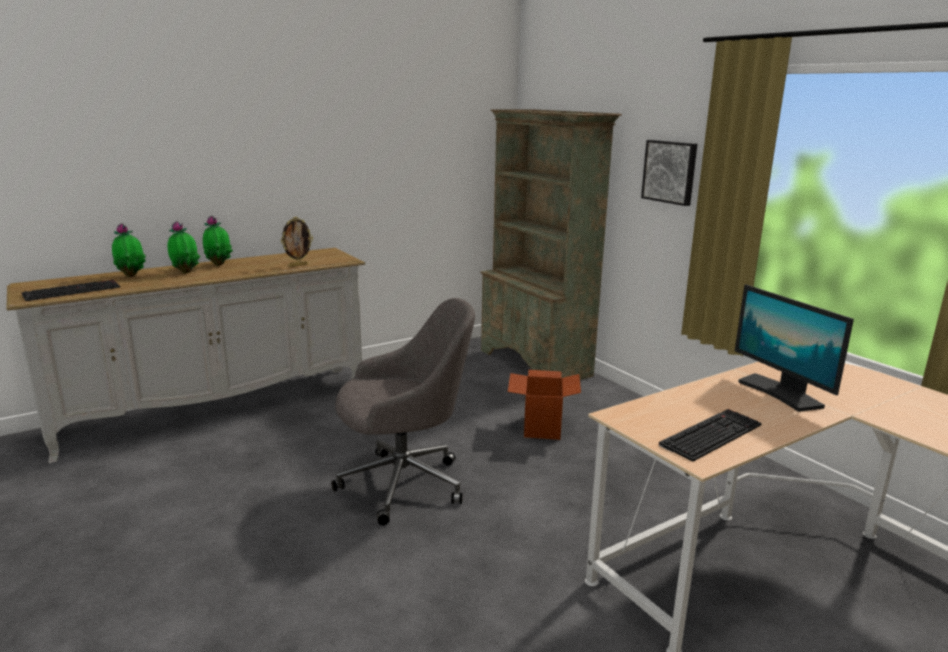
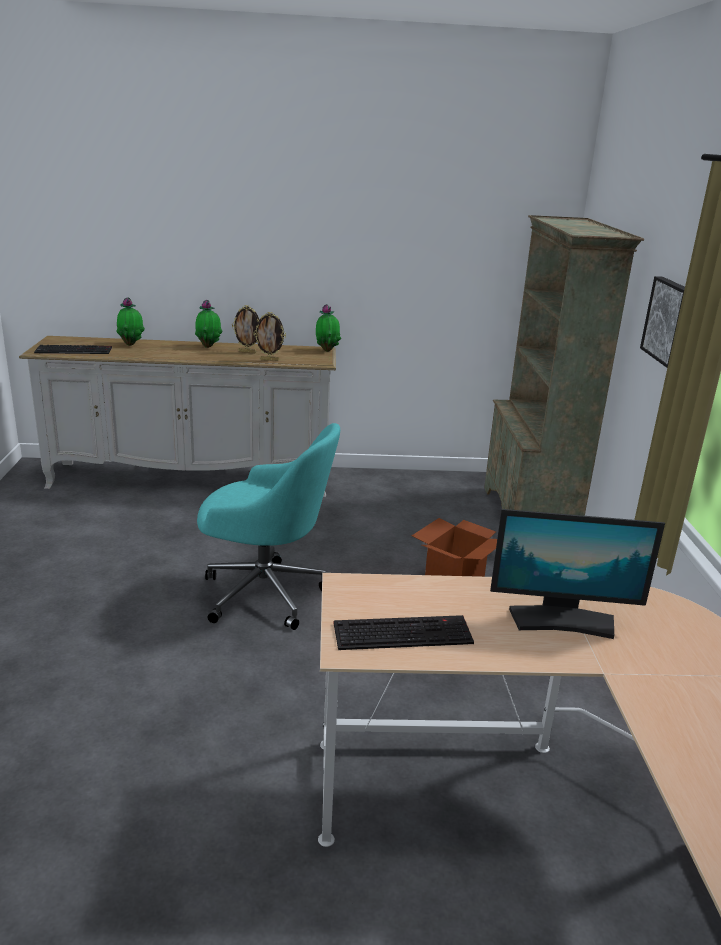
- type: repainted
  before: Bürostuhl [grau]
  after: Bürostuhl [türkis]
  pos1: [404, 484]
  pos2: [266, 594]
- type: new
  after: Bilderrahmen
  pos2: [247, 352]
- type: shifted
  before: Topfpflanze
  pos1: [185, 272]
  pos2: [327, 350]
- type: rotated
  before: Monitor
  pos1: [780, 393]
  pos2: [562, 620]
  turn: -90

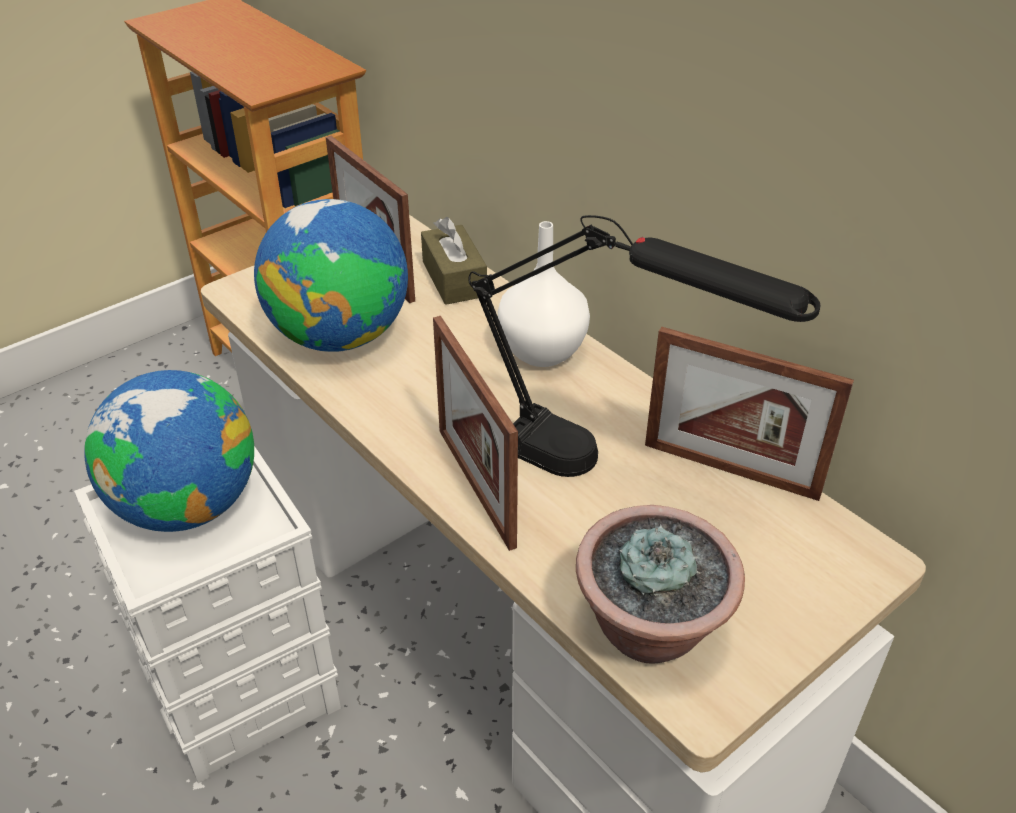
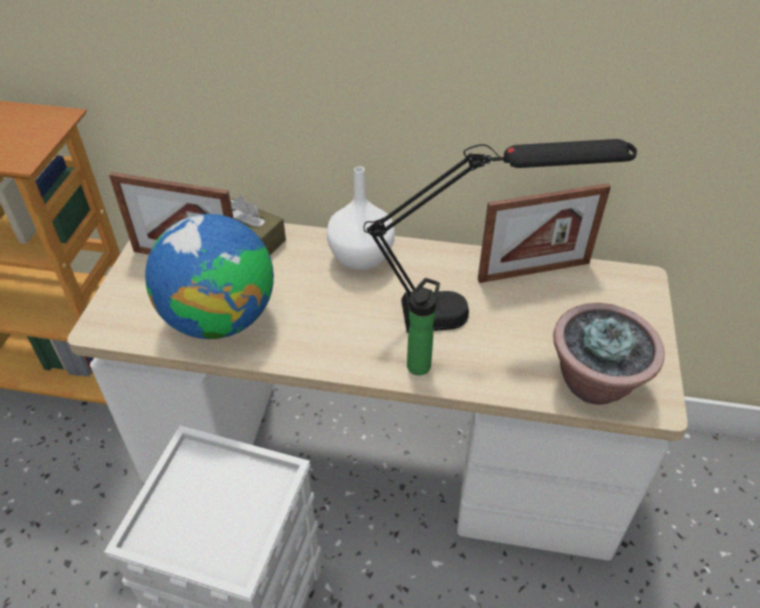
- type: swapped
  before: Bilderrahmen
  after: Flasche
  pos1: [475, 486]
  pos2: [420, 363]
- type: gone
  before: Globus
  pos1: [187, 506]

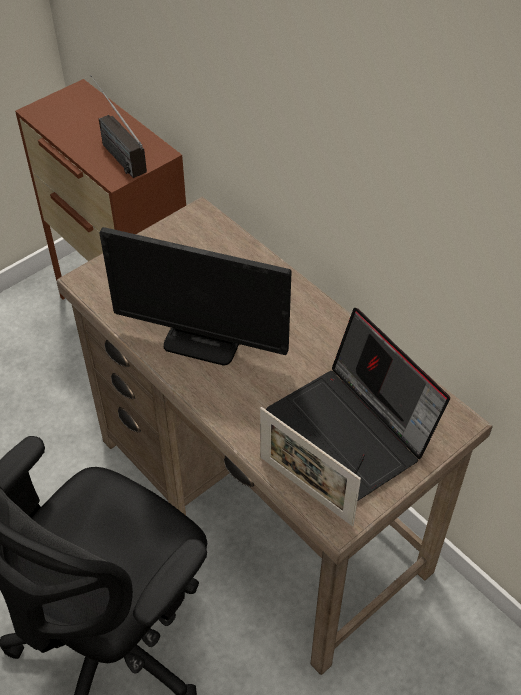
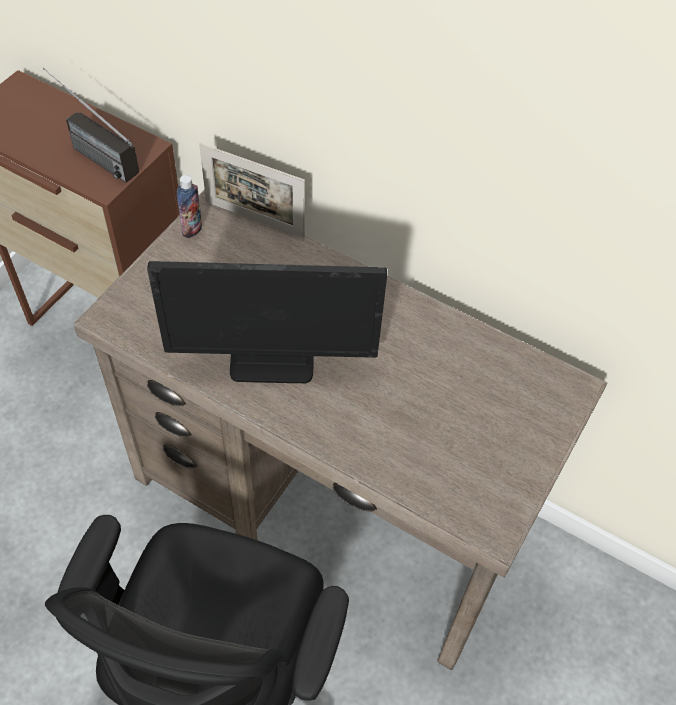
- type: new
  after: Flasche
  pos2: [192, 229]
- type: shifted
  before: Bilderrahmen
  pos1: [305, 490]
  pos2: [254, 219]
- type: gone
  before: Laptop
  pos1: [352, 431]

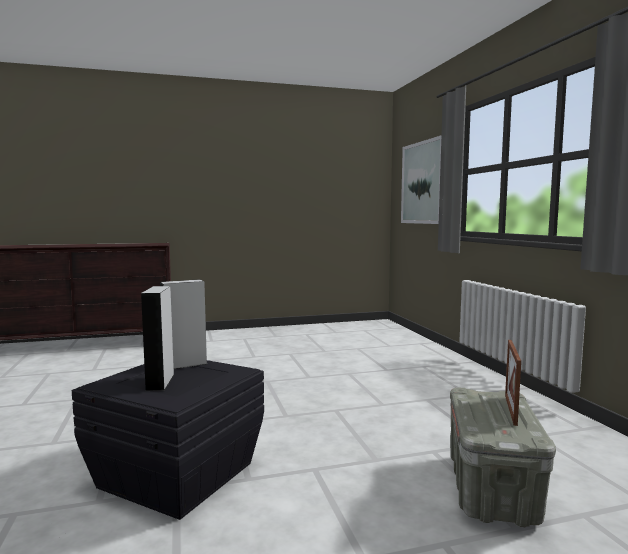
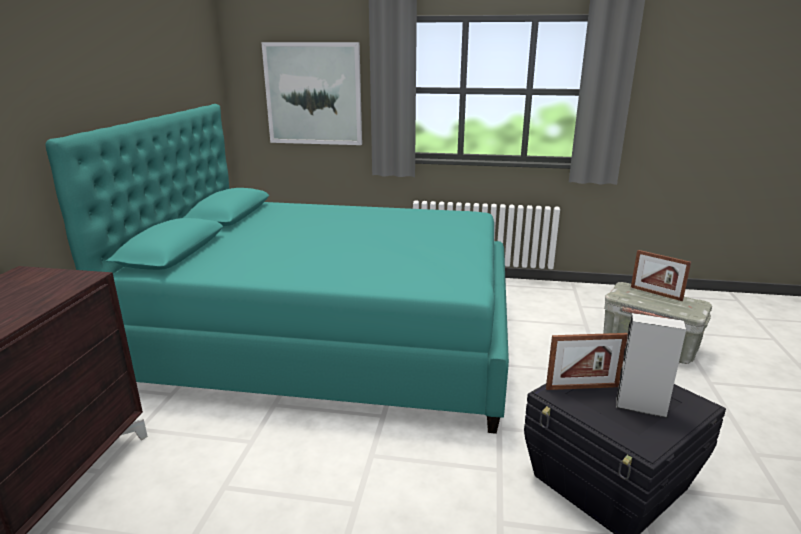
- type: new
  after: Bett [türkis]
  pos2: [332, 337]
- type: swapped
  before: Lautsprecher [grau]
  after: Bilderrahmen
  pos1: [185, 365]
  pos2: [582, 387]

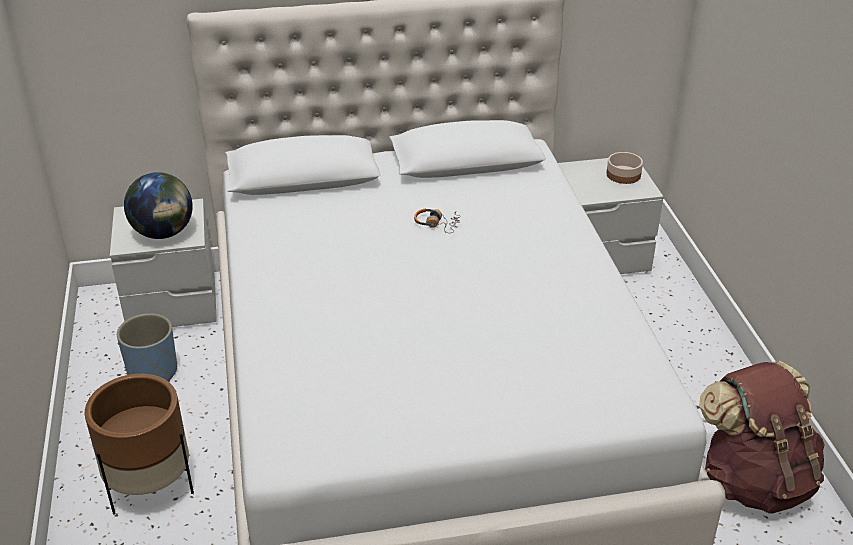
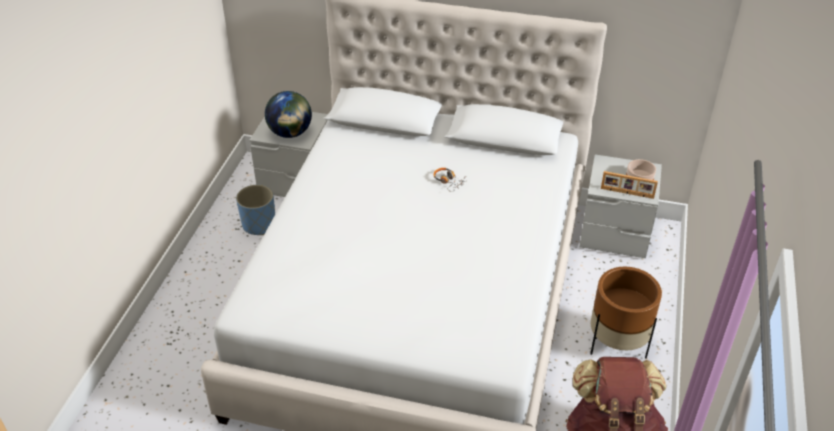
- type: shifted
  before: Pflanzkübel [braun]
  pos1: [151, 487]
  pos2: [617, 344]
- type: new
  after: Bilderrahmen
  pos2: [627, 193]

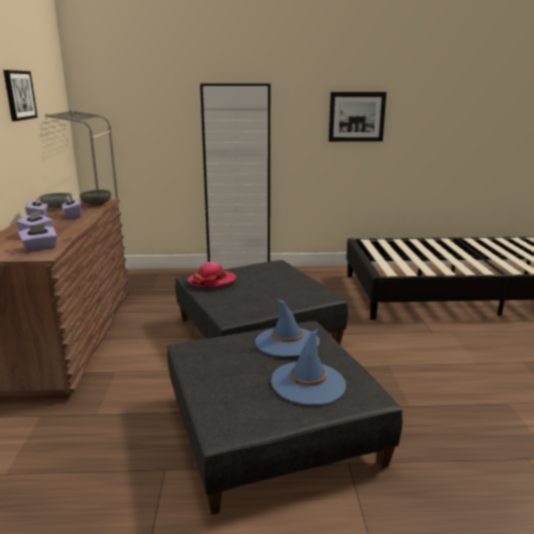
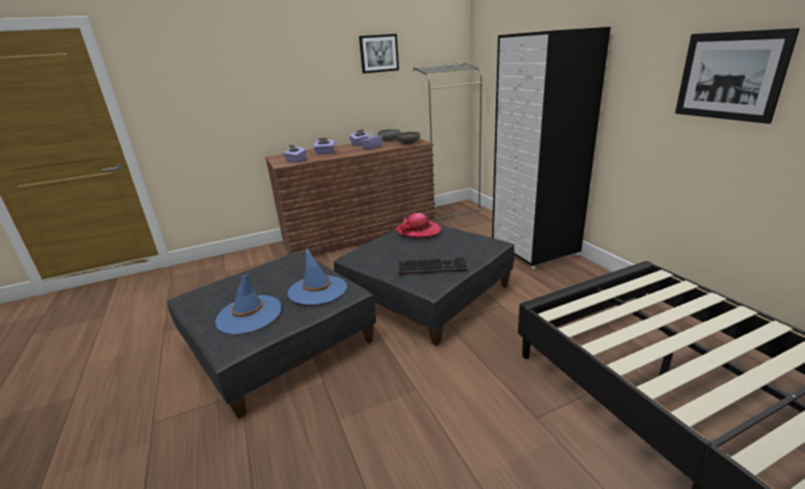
- type: new
  after: Tastatur
  pos2: [433, 267]

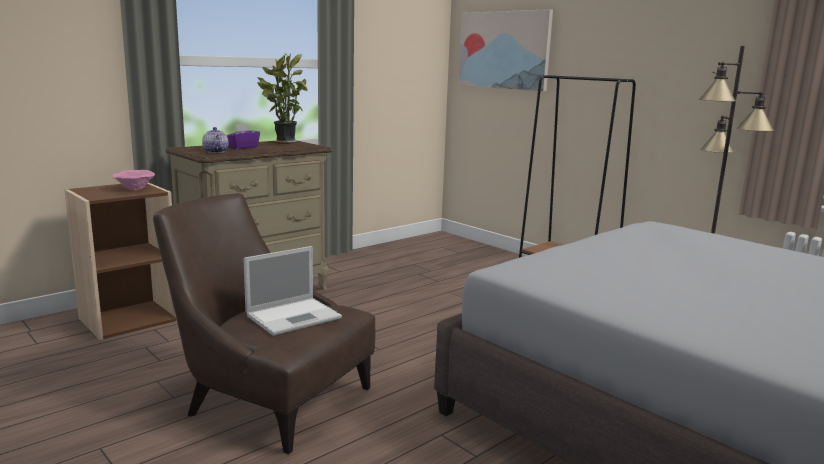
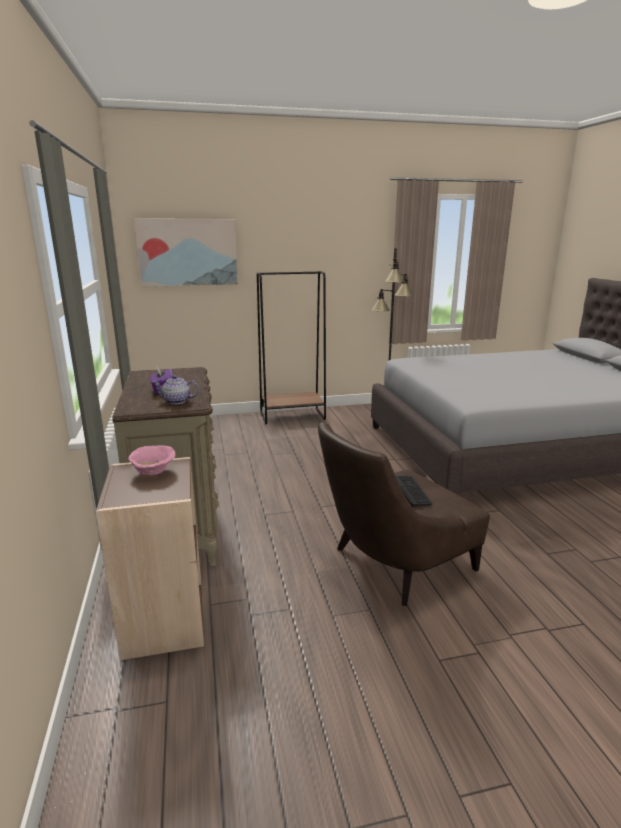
- type: swapped
  before: Laptop
  after: Tastatur
  pos1: [295, 316]
  pos2: [412, 491]
- type: gone
  before: Topfpflanze
  pos1: [283, 142]

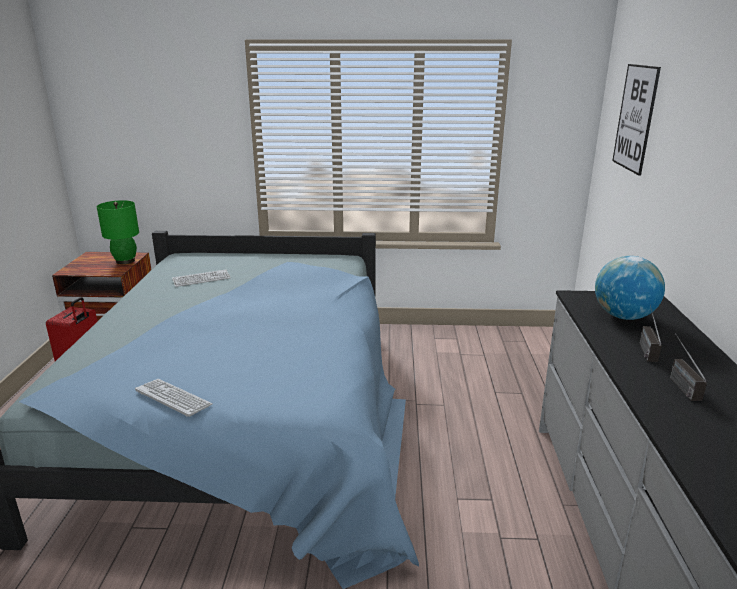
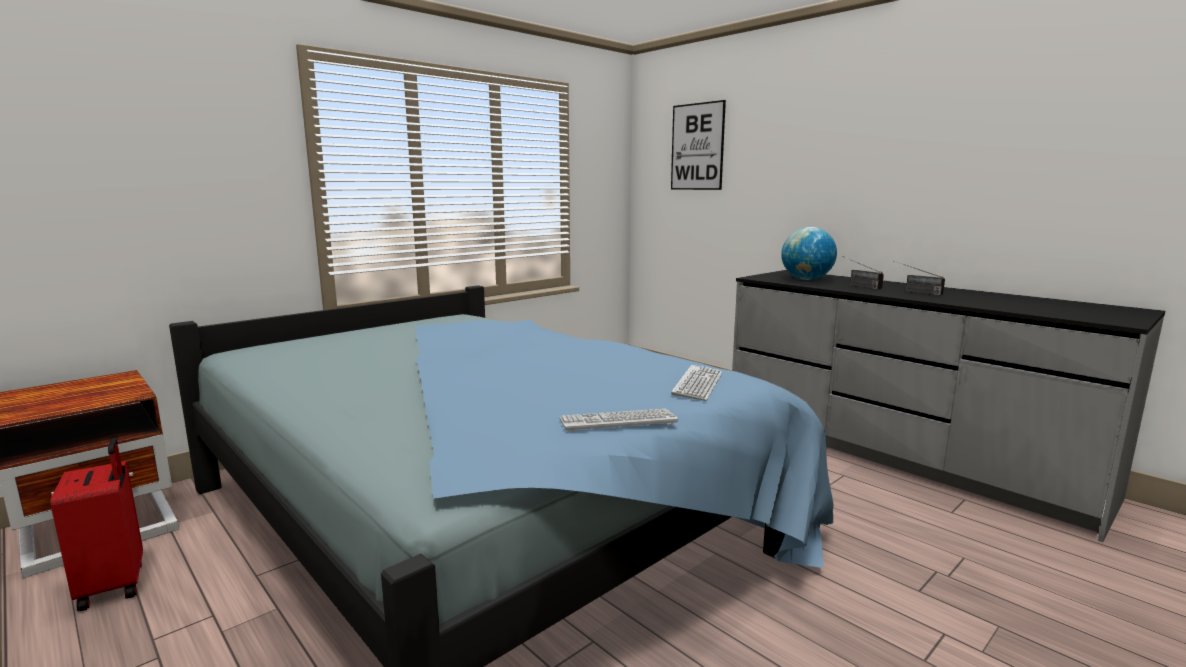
- type: shifted
  before: Tastatur
  pos1: [201, 279]
  pos2: [698, 384]
- type: gone
  before: Tischlampe [grün]
  pos1: [125, 261]

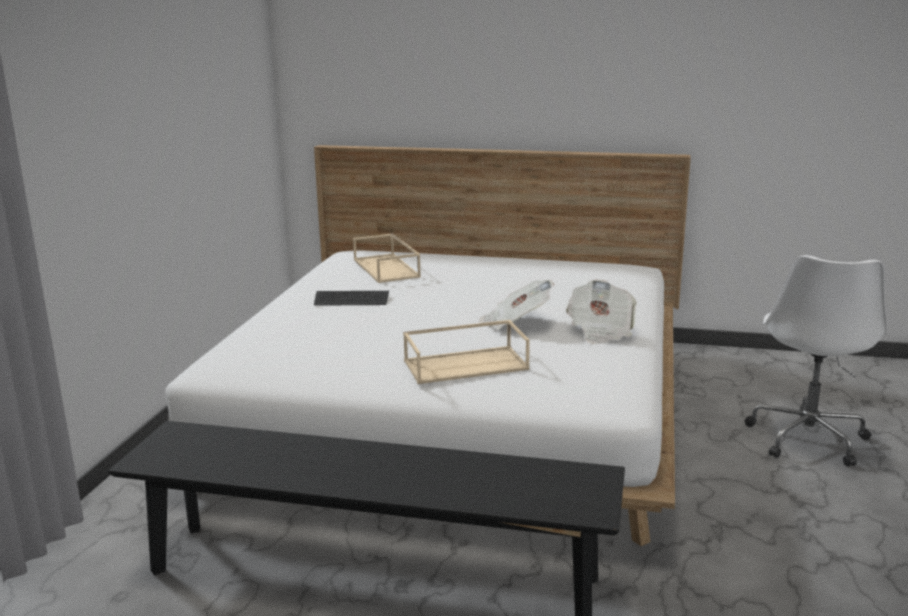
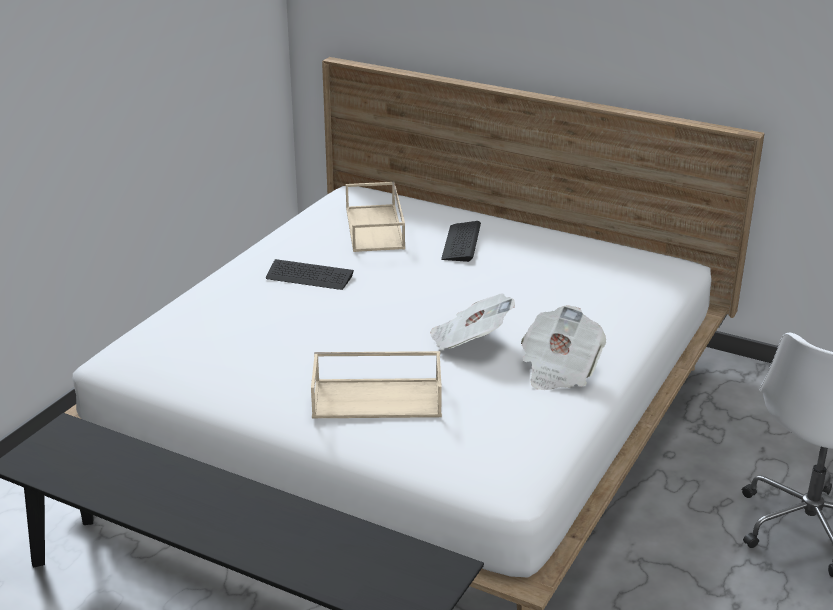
- type: new
  after: Tastatur
  pos2: [461, 243]

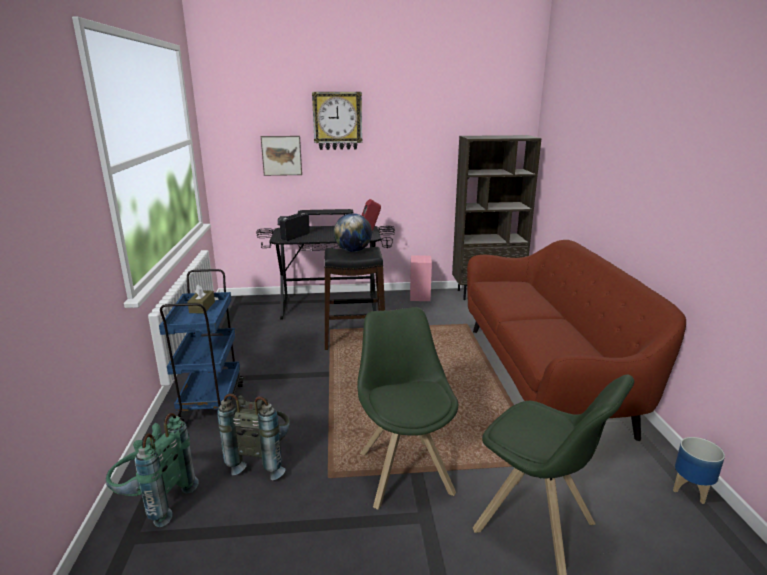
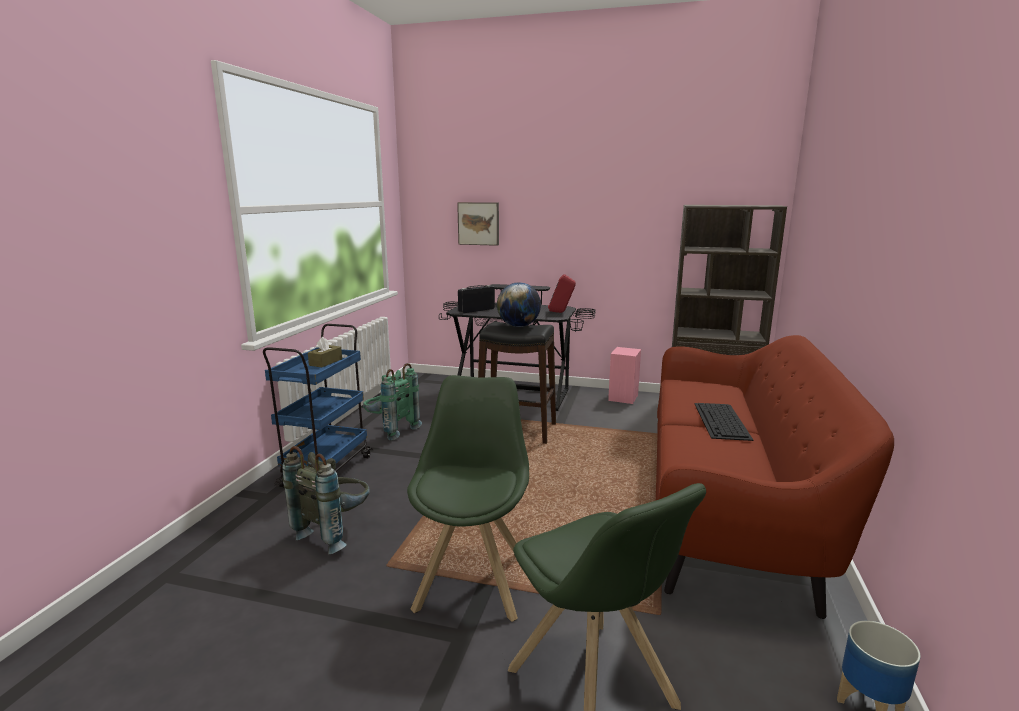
- type: shifted
  before: Rucksack [grün]
  pos1: [154, 503]
  pos2: [390, 430]
- type: new
  after: Tastatur
  pos2: [722, 421]
- type: gone
  before: Wanduhr
  pos1: [337, 121]

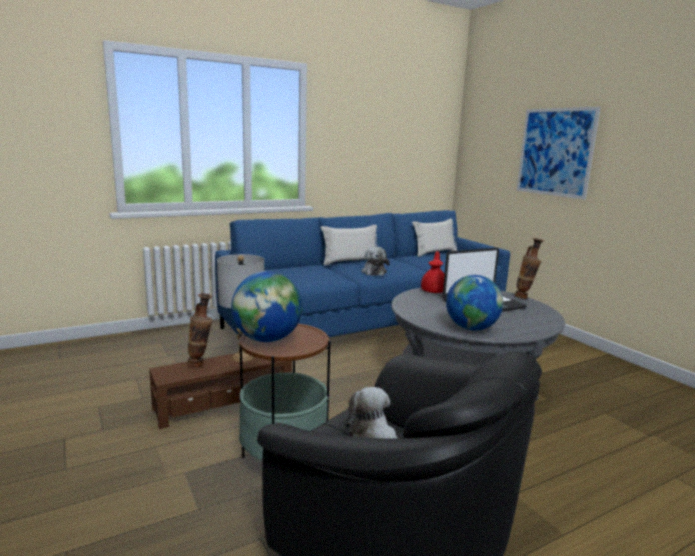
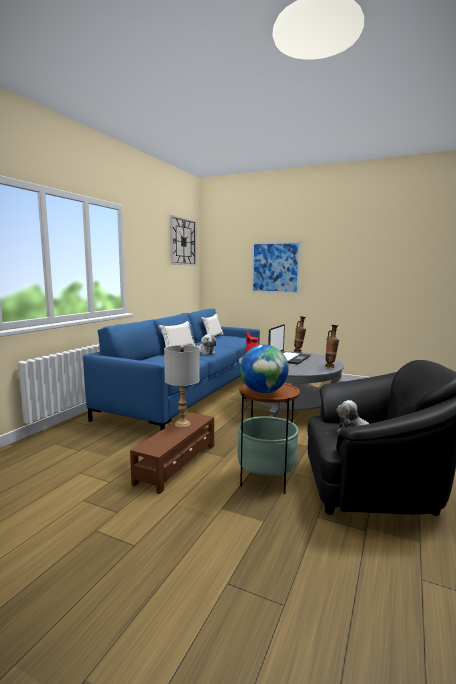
- type: new
  after: Wanduhr
  pos2: [183, 241]
- type: shifted
  before: Vase
  pos1: [201, 364]
  pos2: [330, 367]
- type: gone
  before: Globus
  pos1: [471, 328]

